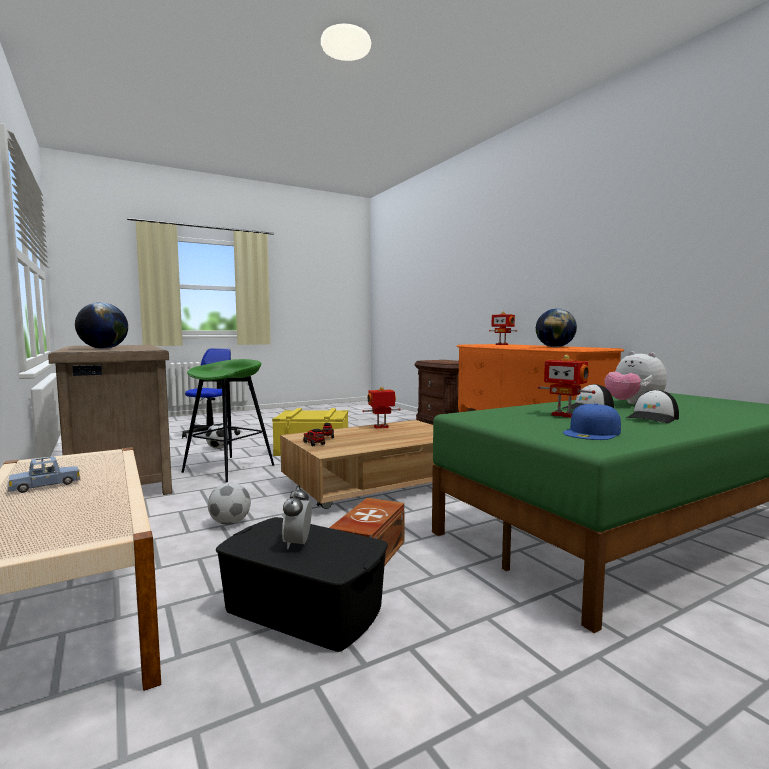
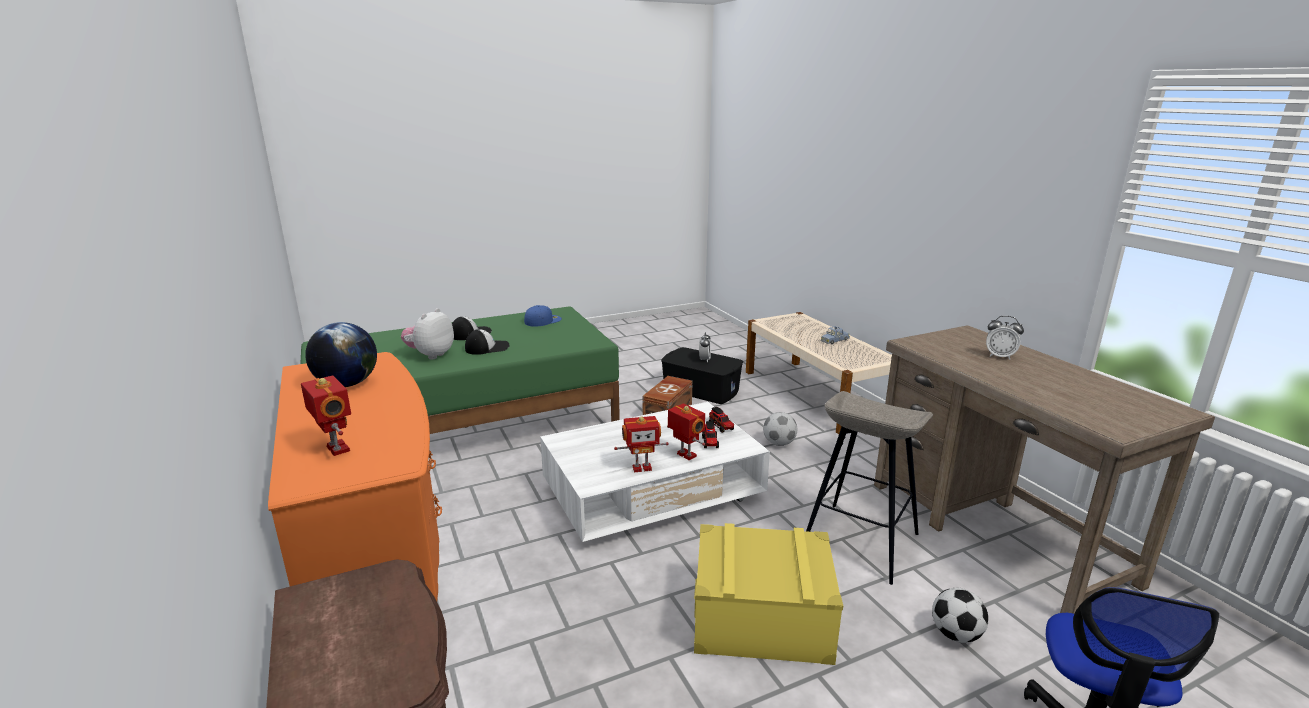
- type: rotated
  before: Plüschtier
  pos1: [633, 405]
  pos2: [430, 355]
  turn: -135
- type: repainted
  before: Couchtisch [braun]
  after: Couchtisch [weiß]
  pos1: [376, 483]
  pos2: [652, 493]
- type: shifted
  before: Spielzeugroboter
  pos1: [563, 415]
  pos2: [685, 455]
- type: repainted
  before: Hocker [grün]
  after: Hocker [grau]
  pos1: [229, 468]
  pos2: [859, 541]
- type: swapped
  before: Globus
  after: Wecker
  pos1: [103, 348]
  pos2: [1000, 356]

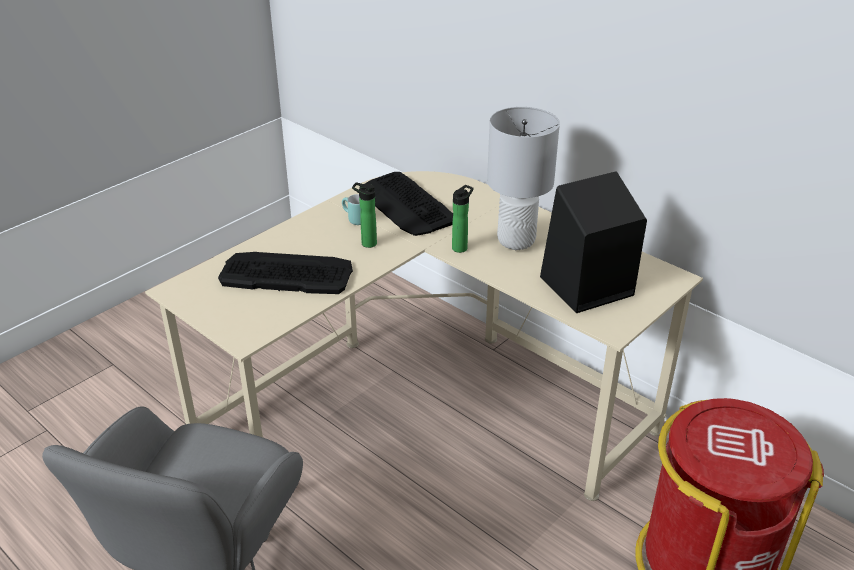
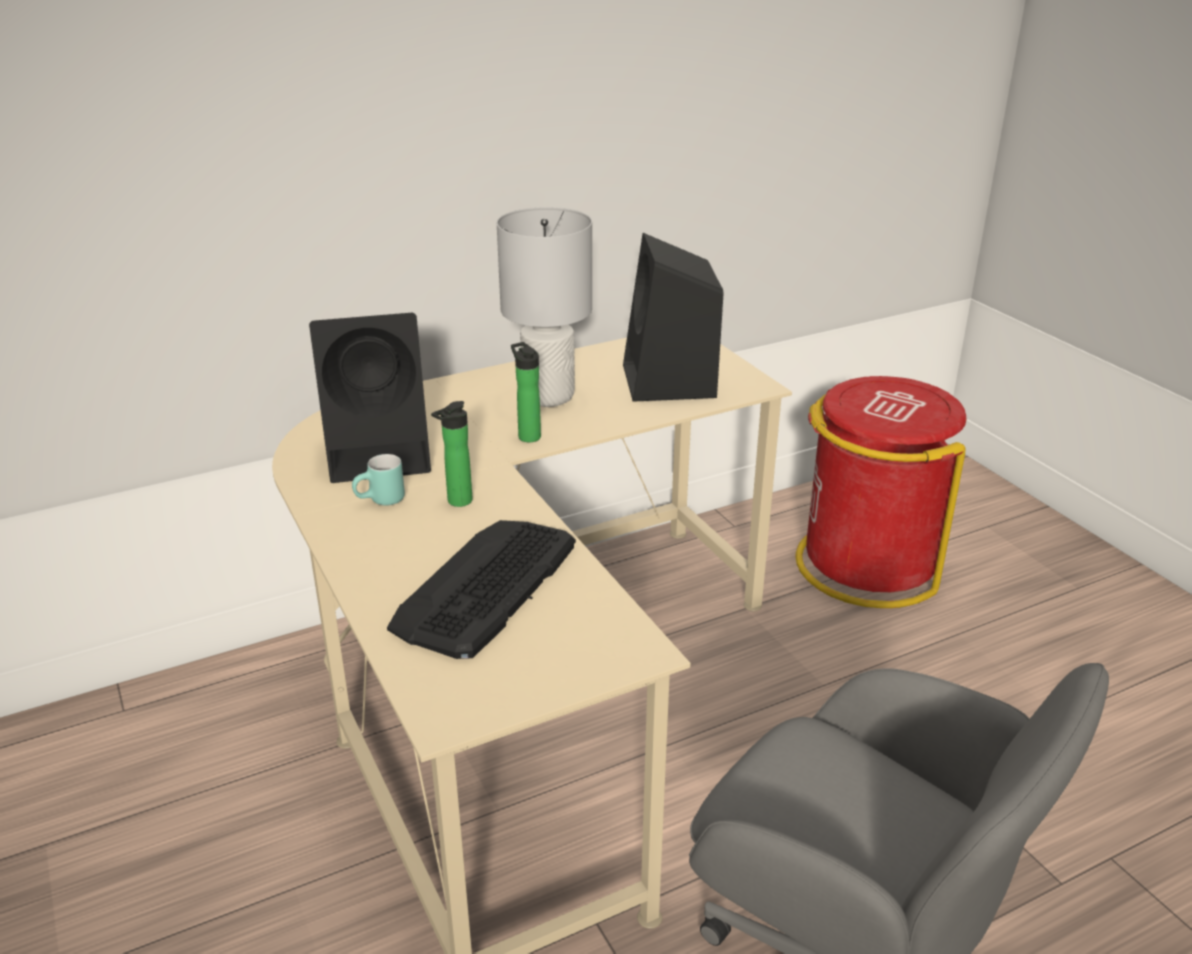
- type: swapped
  before: Tastatur
  after: Lautsprecher [schwarz]
  pos1: [406, 205]
  pos2: [382, 453]

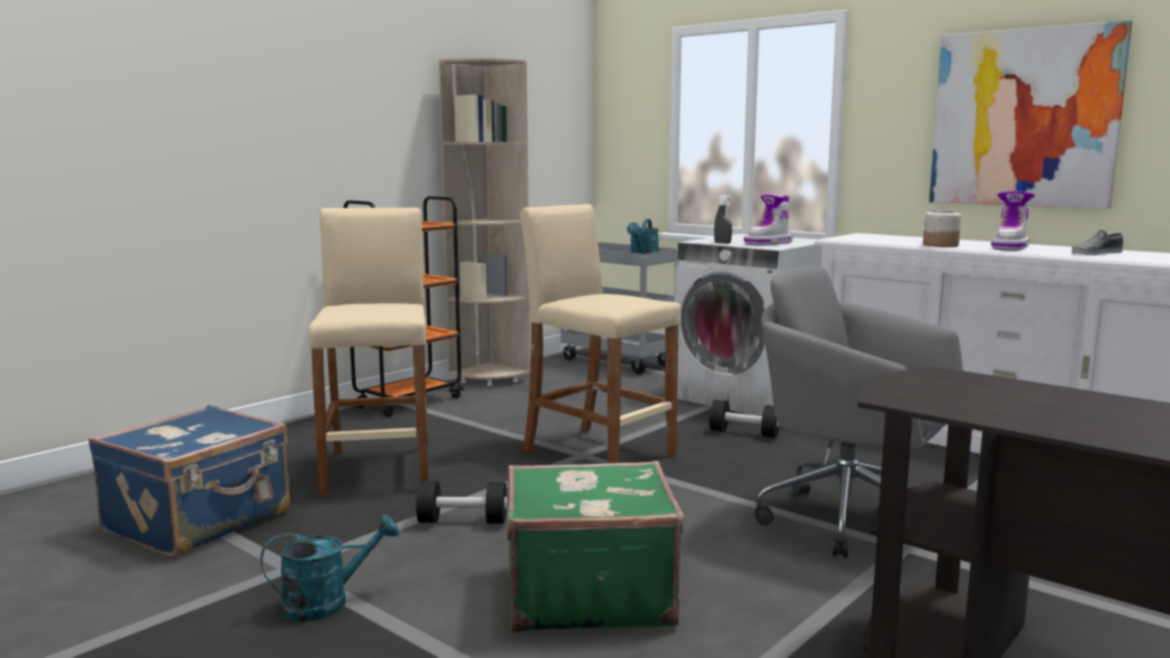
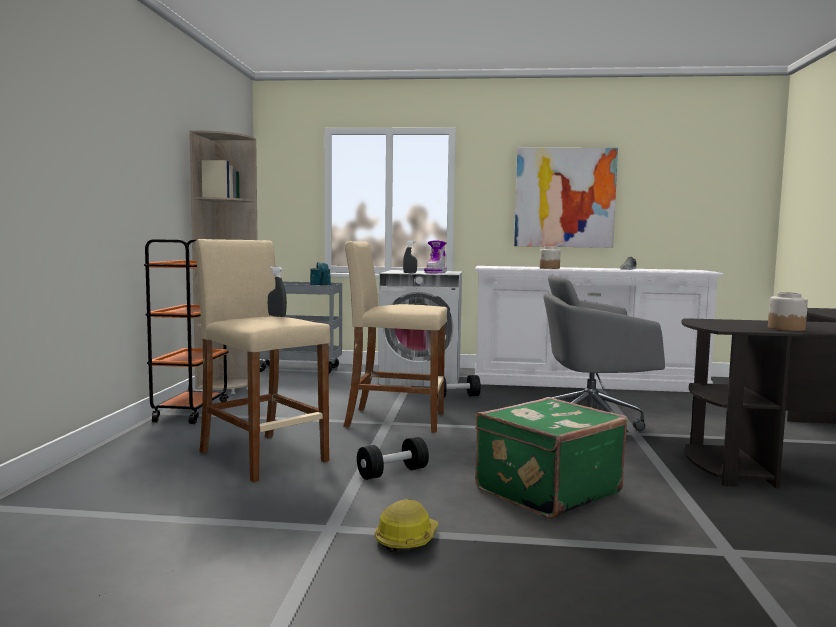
- type: new
  after: Sprühflasche [grau]
  pos2: [277, 316]
- type: swapped
  before: Gießkanne [türkis]
  after: Schutzhelm
  pos1: [327, 603]
  pos2: [406, 539]
- type: new
  after: Vorratsglas
  pos2: [786, 328]
- type: gone
  before: Koffer [blau]
  pos1: [201, 522]
- type: gone
  before: Stiefel
  pos1: [1010, 247]

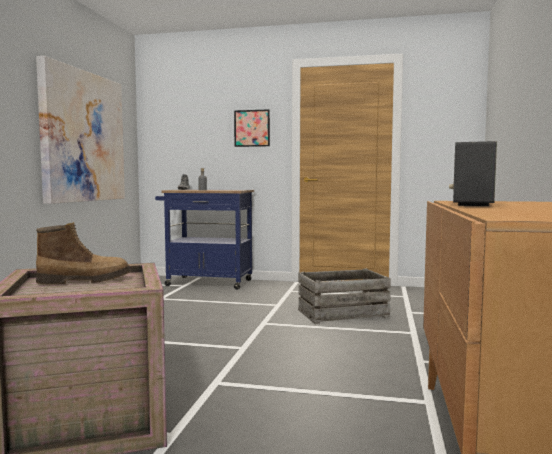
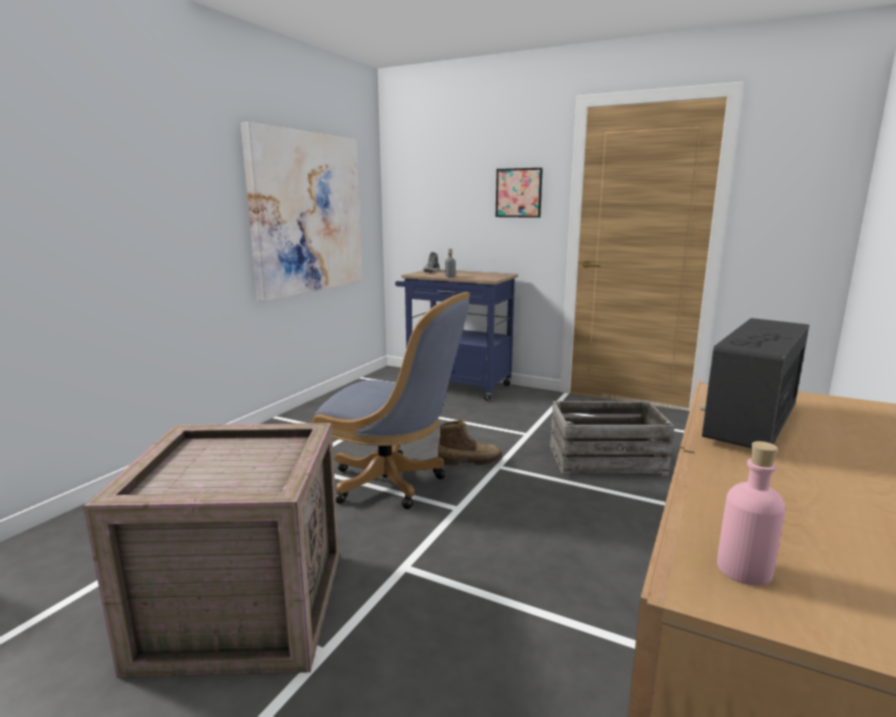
- type: new
  after: Bürostuhl [blau]
  pos2: [396, 485]
- type: shifted
  before: Stiefel
  pos1: [85, 281]
  pos2: [469, 461]
- type: new
  after: Flasche [rosa]
  pos2: [744, 569]

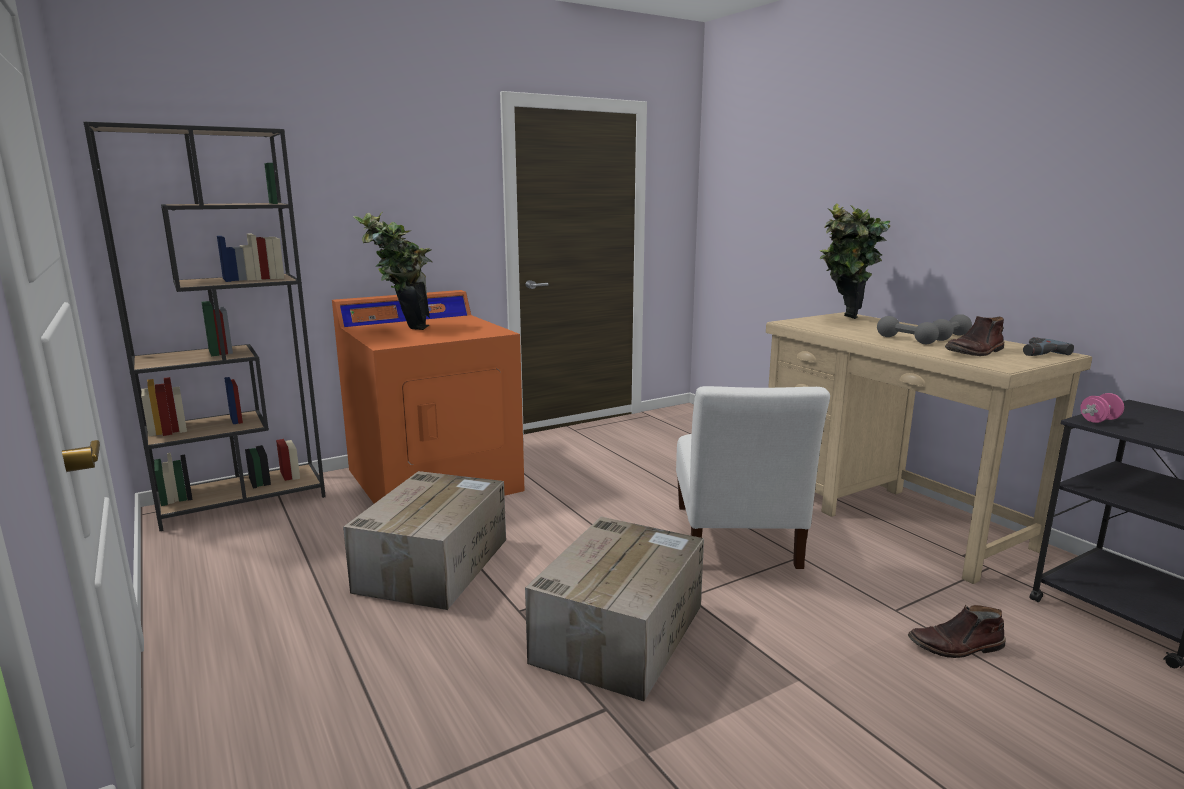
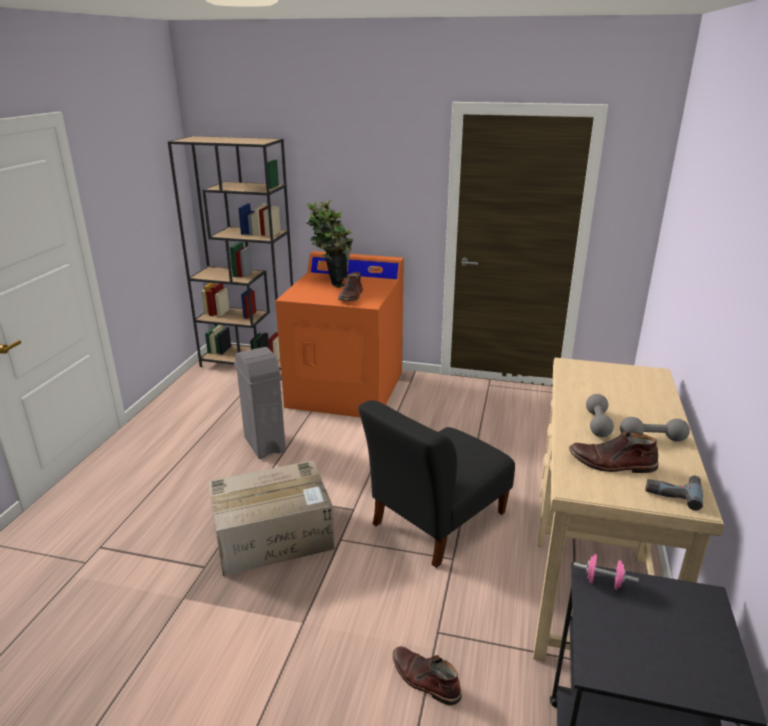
- type: swapped
  before: Karton
  after: Mülleimer [grau]
  pos1: [434, 563]
  pos2: [264, 444]
- type: new
  after: Stiefel [braun]
  pos2: [351, 296]
- type: repainted
  before: Stuhl [weiß]
  after: Stuhl [schwarz]
  pos1: [735, 540]
  pos2: [435, 522]
- type: gone
  before: Topfpflanze
  pos1: [844, 321]

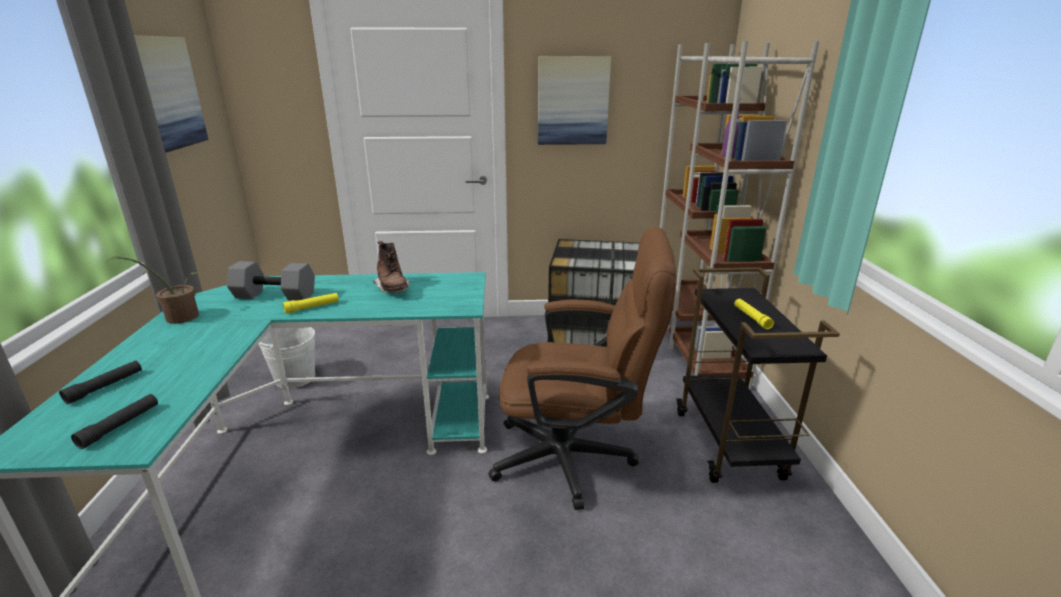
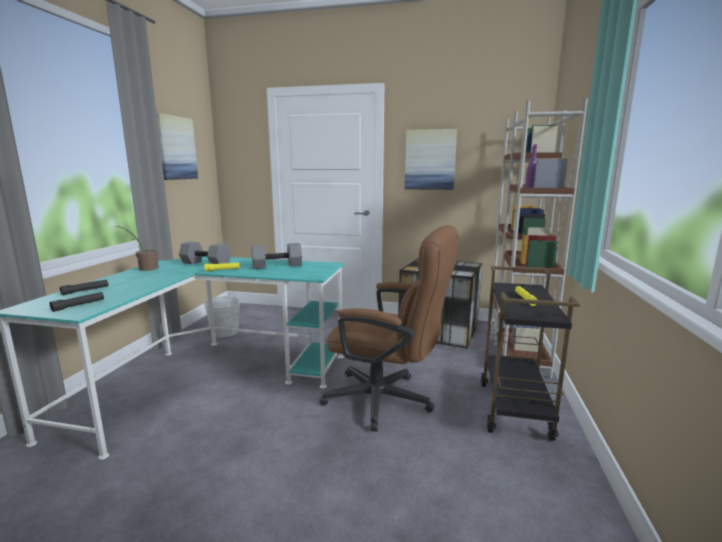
- type: swapped
  before: Stiefel [braun]
  after: Hantel [grau]
  pos1: [392, 289]
  pos2: [277, 265]

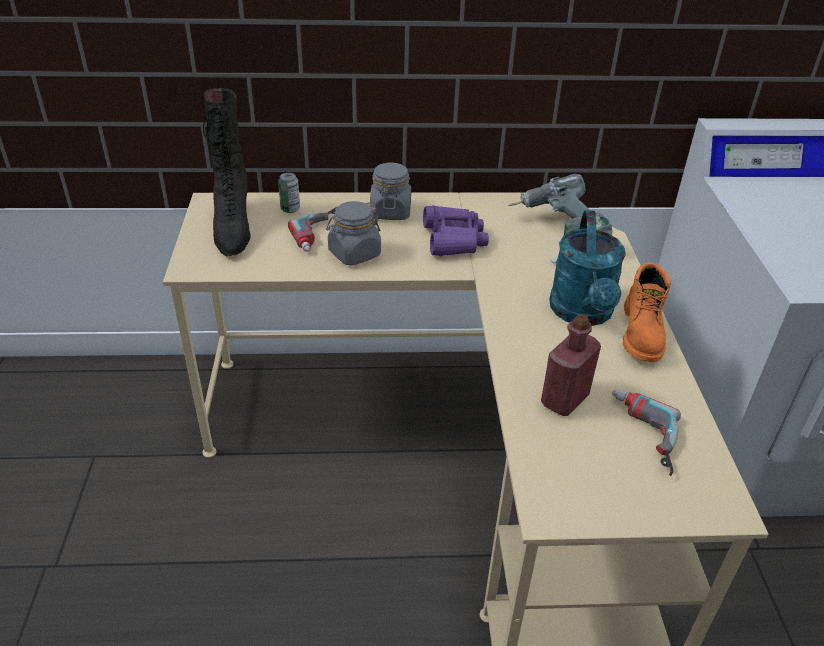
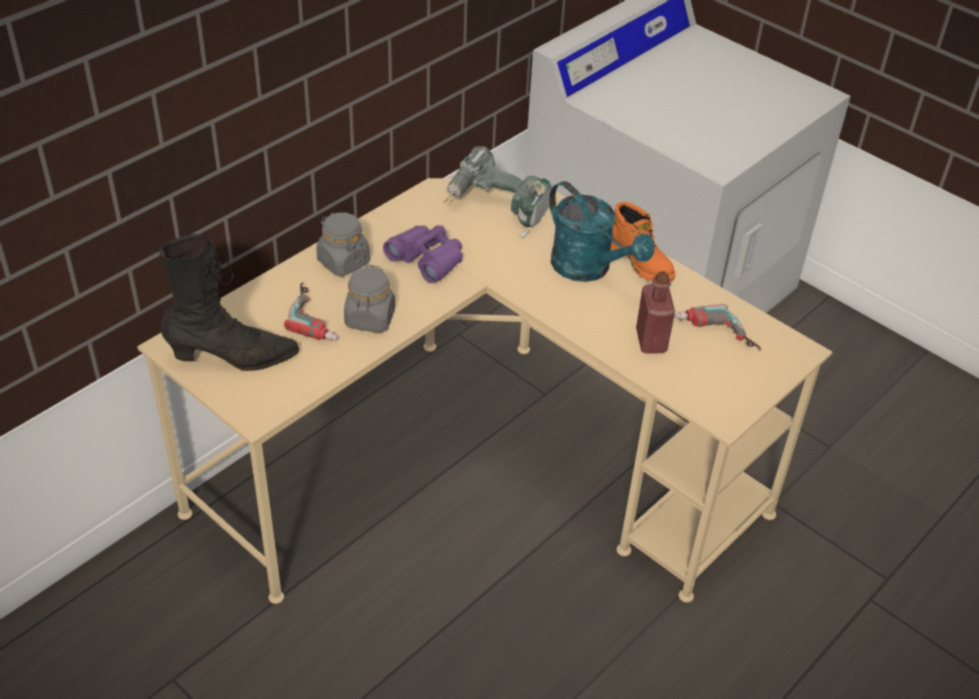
- type: rotated
  before: Stiefel [schwarz]
  pos1: [232, 228]
  pos2: [233, 358]
  turn: -45
- type: gone
  before: Dose
  pos1: [290, 209]

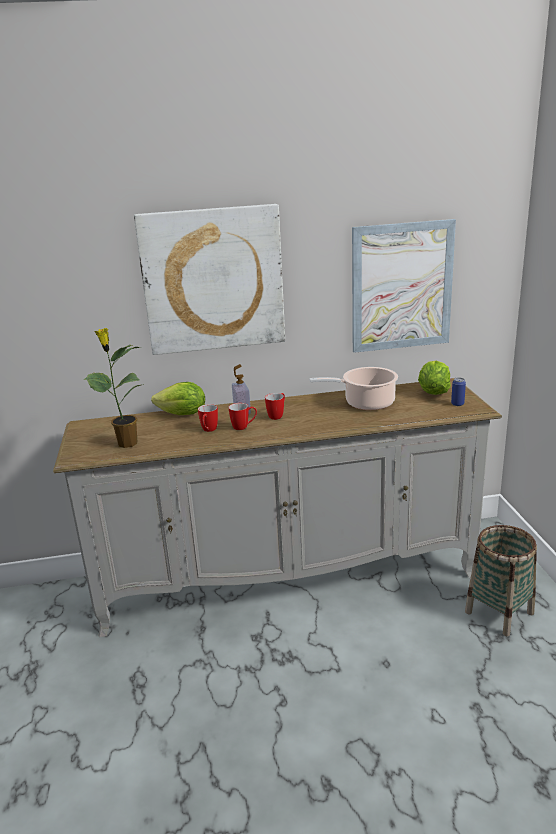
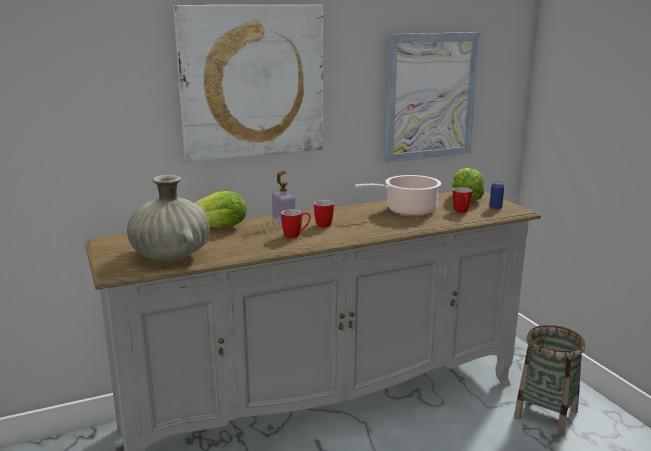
- type: swapped
  before: Topfpflanze
  after: Vase [beige]
  pos1: [126, 443]
  pos2: [171, 255]
- type: shifted
  before: Henkelbecher
  pos1: [208, 431]
  pos2: [462, 212]

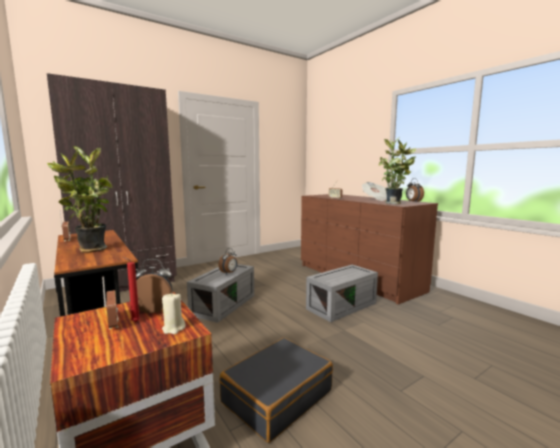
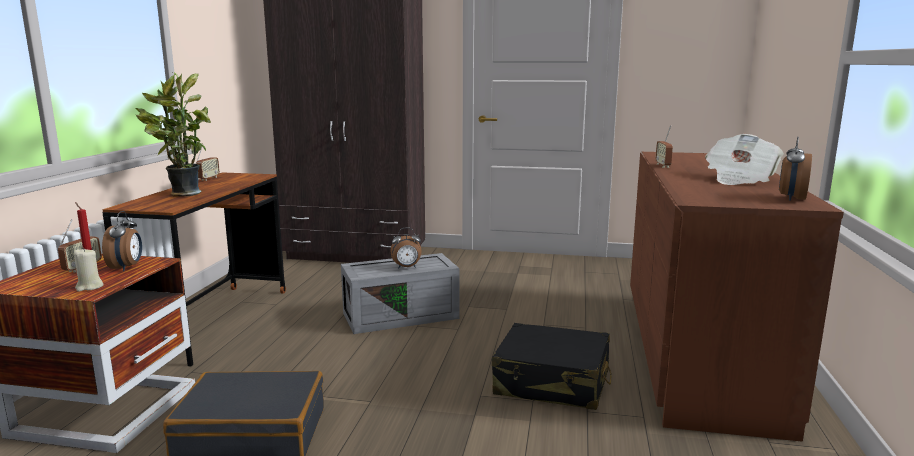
- type: rotated
  before: Wecker
  pos1: [154, 309]
  pos2: [127, 267]
  turn: 45
- type: swapped
  before: Aufbewahrungsbox [grau]
  after: Koffer [schwarz]
  pos1: [341, 305]
  pos2: [552, 383]
- type: gone
  before: Topfpflanze
  pos1: [395, 203]

